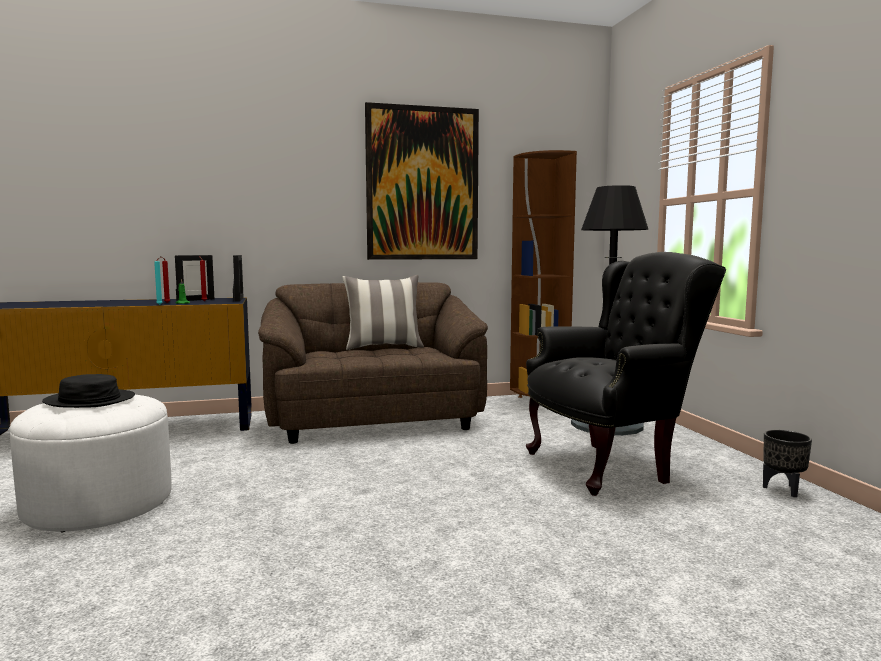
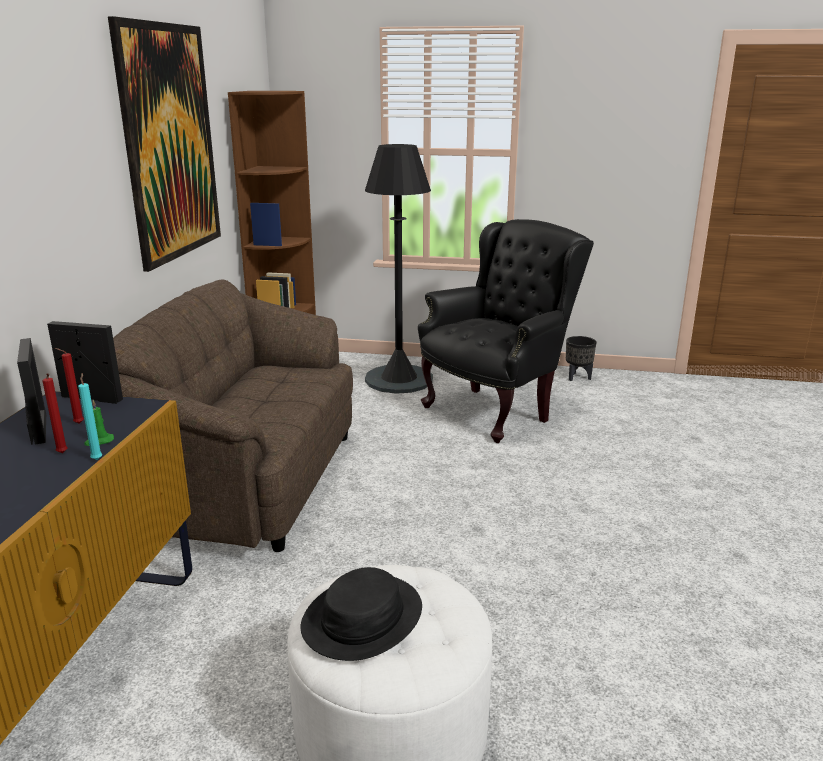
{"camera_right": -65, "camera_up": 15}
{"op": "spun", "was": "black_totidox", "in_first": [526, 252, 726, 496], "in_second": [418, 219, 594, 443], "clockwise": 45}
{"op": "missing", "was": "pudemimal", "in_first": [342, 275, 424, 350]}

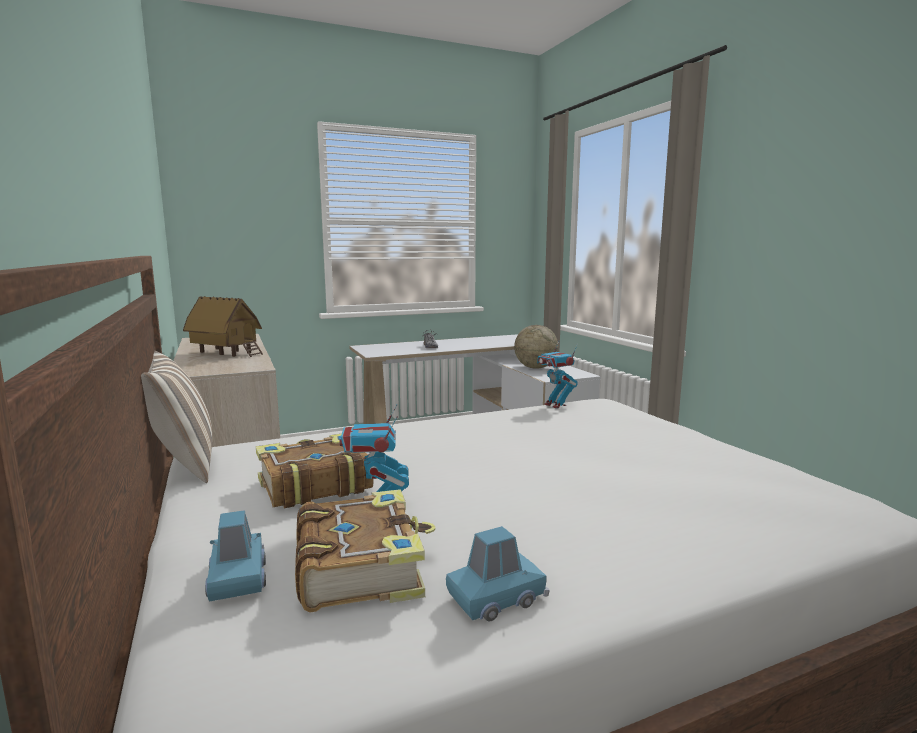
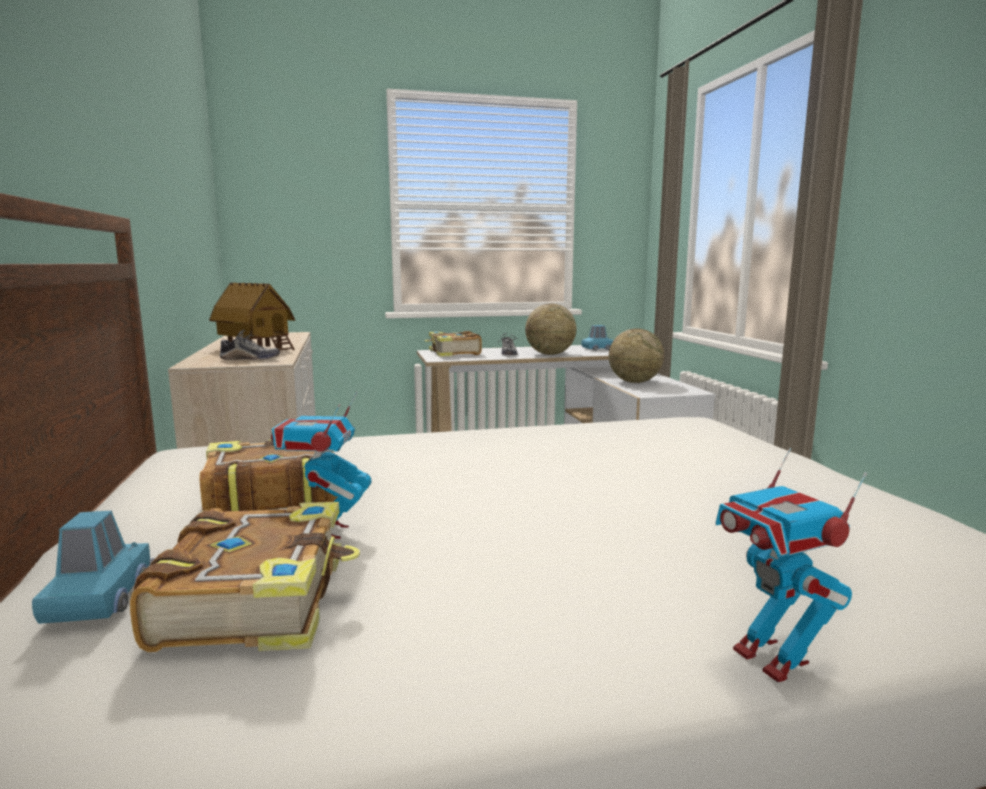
{"camera_right": 10, "camera_up": 0}
{"op": "appeared", "now": "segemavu", "in_second": [220, 329, 280, 360]}
{"op": "appeared", "now": "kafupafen", "in_second": [424, 330, 482, 357]}
{"op": "appeared", "now": "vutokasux", "in_second": [525, 303, 576, 355]}
{"op": "relocated", "was": "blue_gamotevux", "in_first": [446, 526, 550, 622], "in_second": [581, 325, 614, 351]}
{"op": "relocated", "was": "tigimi", "in_first": [537, 342, 578, 409], "in_second": [716, 448, 867, 682]}
{"op": "missing", "was": "pudemimal", "in_first": [141, 351, 212, 483]}

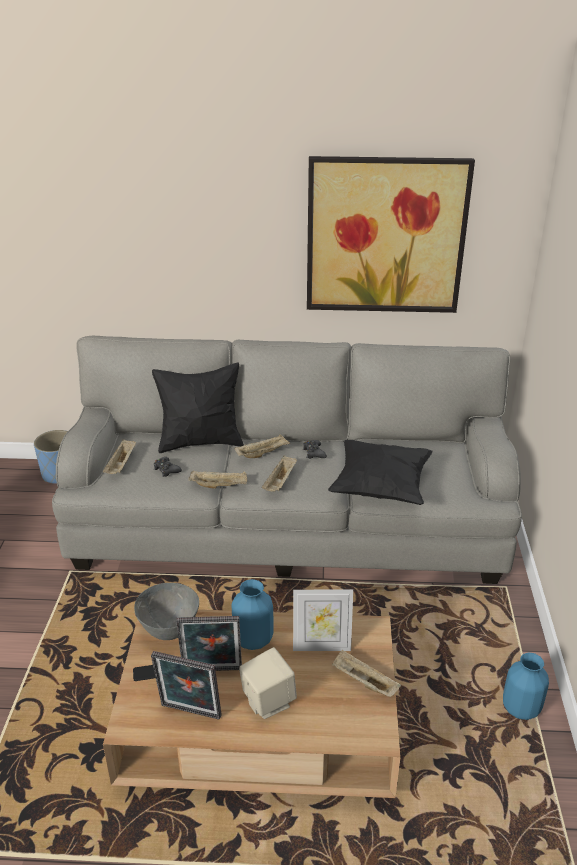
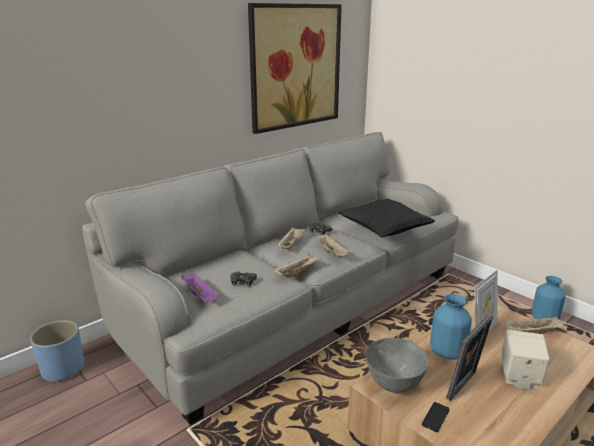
{"camera_right": -45, "camera_up": -10}
{"op": "colour", "was": "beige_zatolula", "now": "purple_zatolula", "in_first": [103, 439, 136, 474], "in_second": [181, 273, 219, 302]}
{"op": "missing", "was": "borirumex", "in_first": [151, 651, 222, 720]}
{"op": "missing", "was": "black_pudemimal", "in_first": [152, 363, 244, 453]}

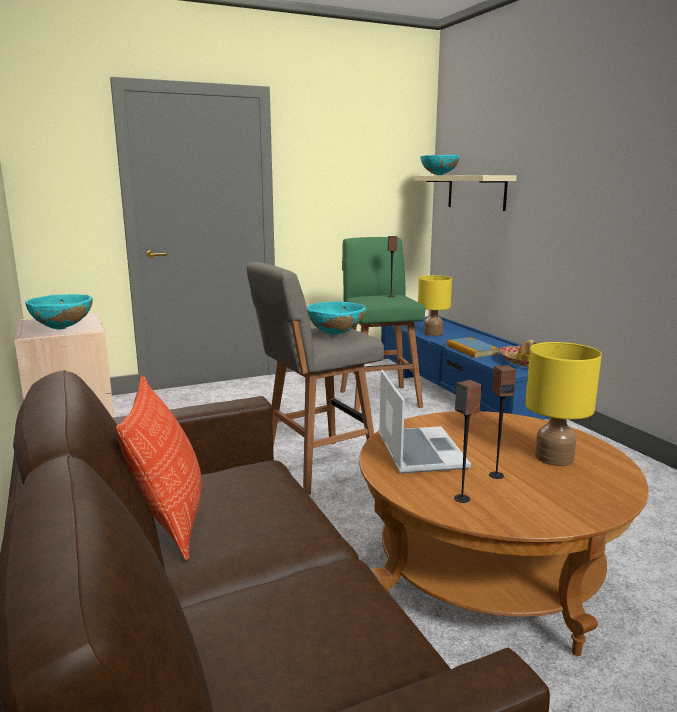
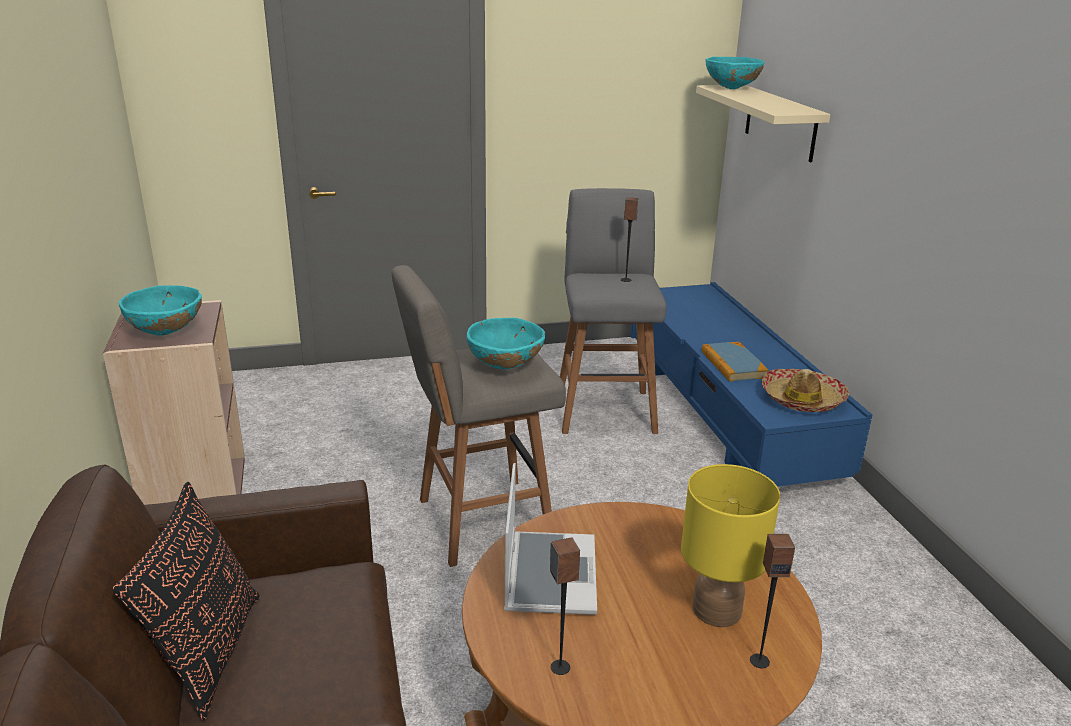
{"camera_right": 10, "camera_up": 10}
{"op": "colour", "was": "orange_pudemimal", "now": "black_pudemimal", "in_first": [116, 376, 202, 561], "in_second": [113, 482, 260, 720]}
{"op": "colour", "was": "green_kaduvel", "now": "grey_kaduvel", "in_first": [340, 237, 425, 412], "in_second": [560, 188, 667, 434]}
{"op": "relocated", "was": "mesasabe", "in_first": [489, 365, 516, 479], "in_second": [750, 534, 795, 668]}
{"op": "missing", "was": "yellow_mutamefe", "in_first": [418, 275, 452, 336]}

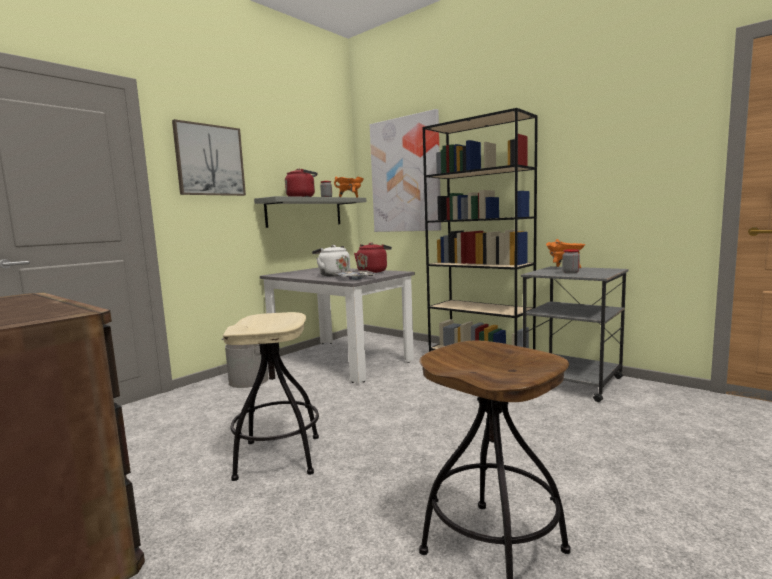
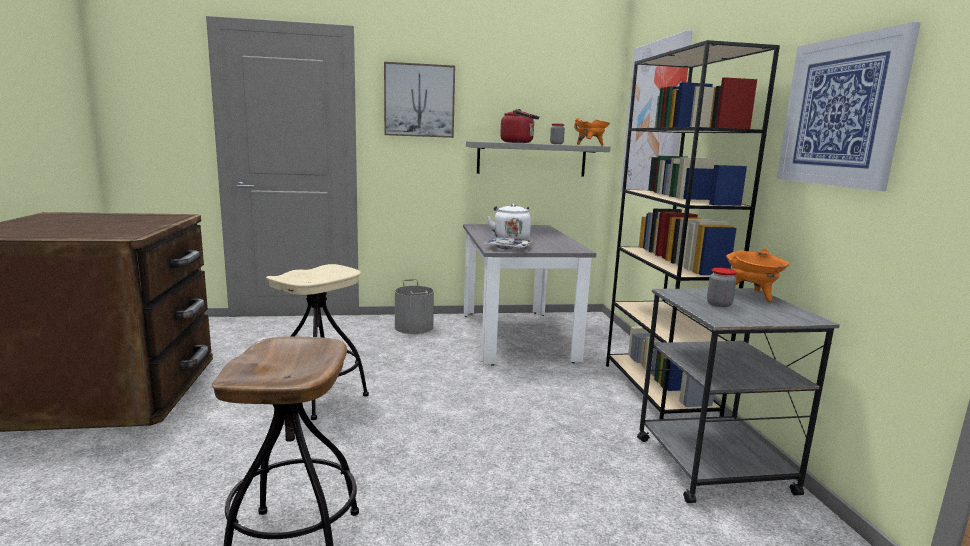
{"camera_right": 40, "camera_up": 5}
{"op": "appeared", "now": "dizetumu", "in_second": [777, 22, 921, 191]}
{"op": "missing", "was": "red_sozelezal", "in_first": [354, 242, 392, 273]}

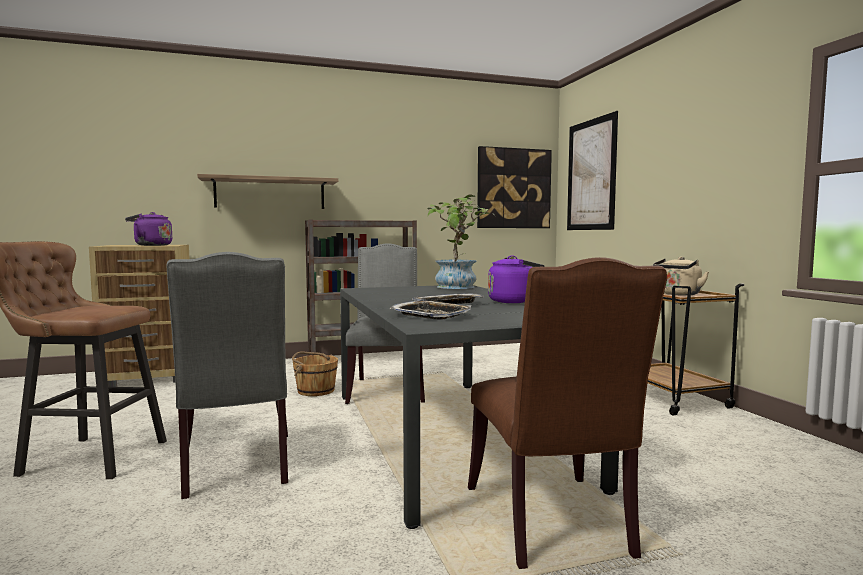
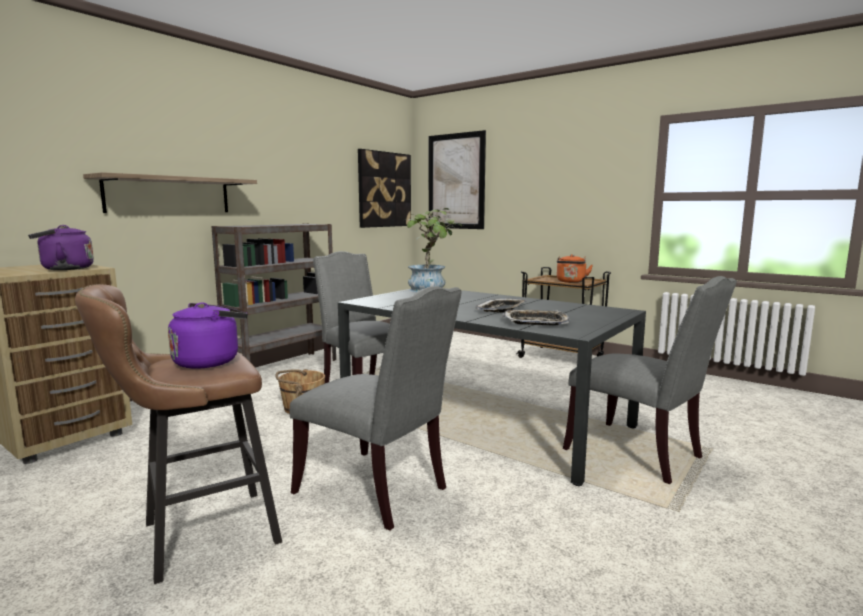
{"camera_right": -35, "camera_up": 5}
{"op": "relocated", "was": "purple_sozelezal", "in_first": [488, 255, 545, 303], "in_second": [168, 303, 248, 369]}
{"op": "colour", "was": "beige_sozelezal", "now": "orange_sozelezal", "in_first": [653, 257, 709, 296], "in_second": [557, 254, 593, 283]}
{"op": "colour", "was": "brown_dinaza", "now": "grey_dinaza", "in_first": [468, 257, 667, 569], "in_second": [563, 276, 737, 484]}

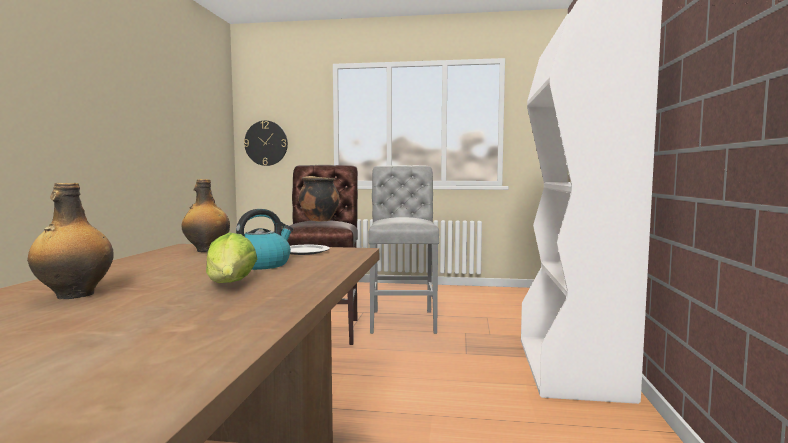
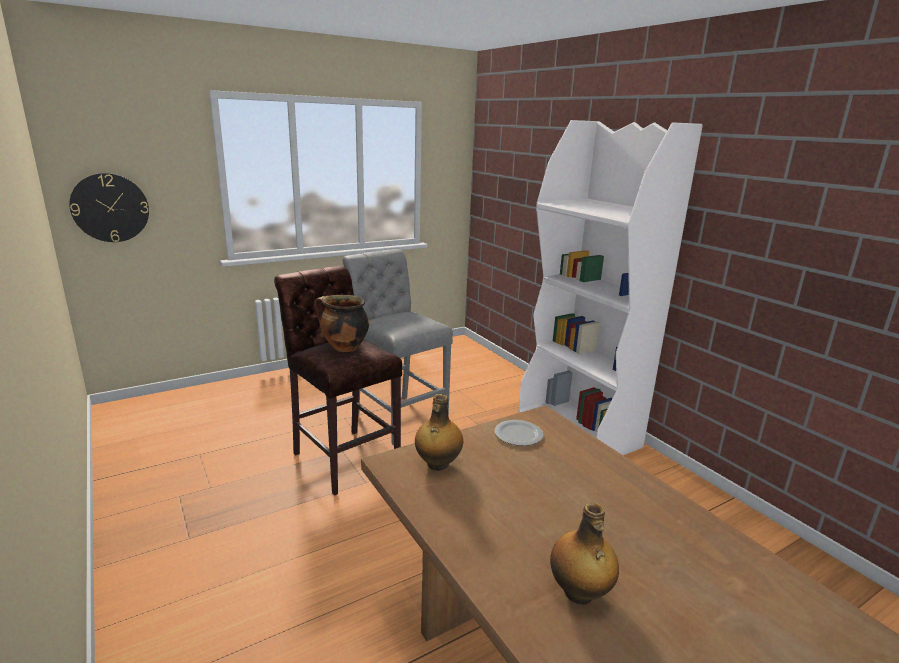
{"camera_right": -40, "camera_up": 15}
{"op": "missing", "was": "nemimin", "in_first": [206, 233, 257, 283]}
{"op": "missing", "was": "sozelezal", "in_first": [236, 209, 293, 270]}

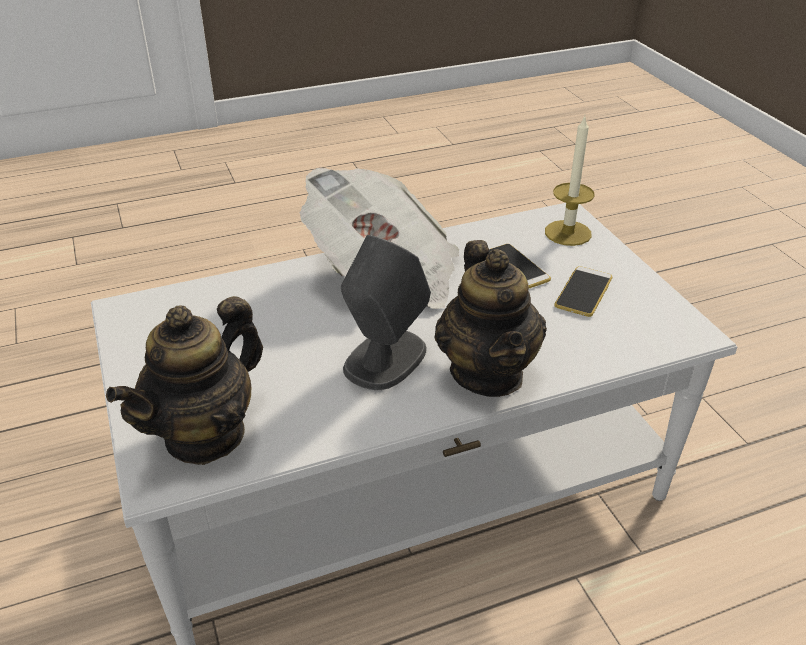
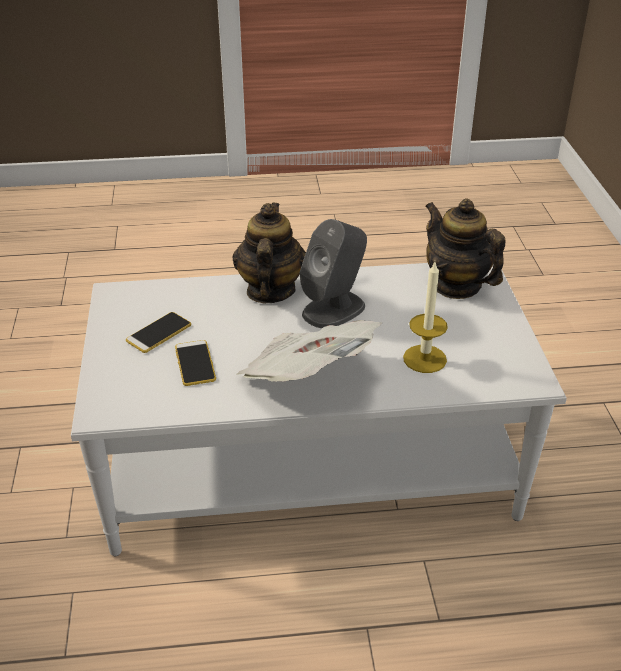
{"camera_right": -165, "camera_up": 0}
{"op": "relocated", "was": "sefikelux", "in_first": [545, 116, 595, 246], "in_second": [403, 262, 448, 373]}
{"op": "spun", "was": "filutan", "in_first": [106, 296, 263, 465], "in_second": [425, 198, 505, 299], "clockwise": -90}

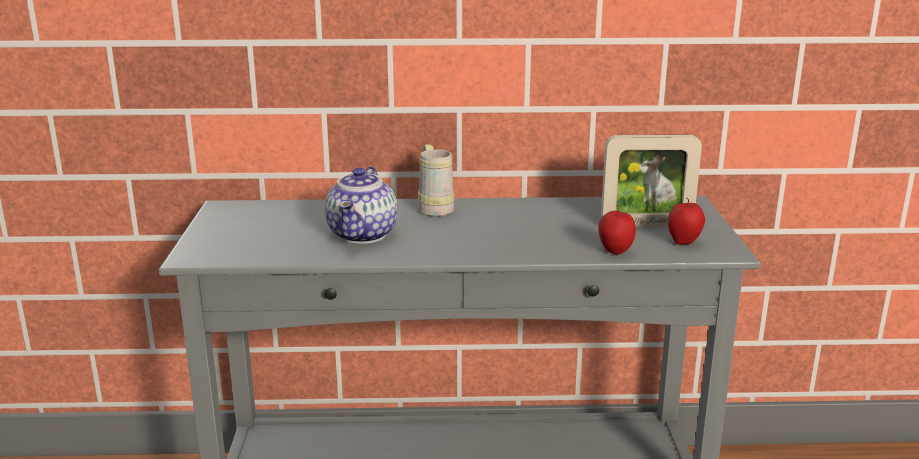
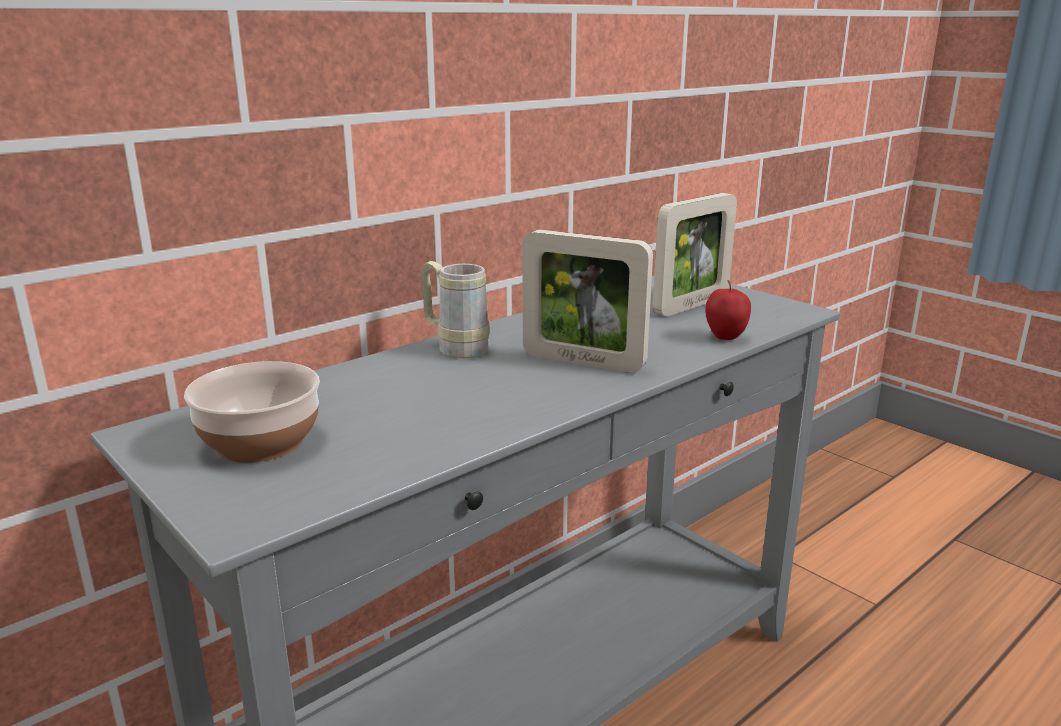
{"camera_right": -40, "camera_up": 0}
{"op": "appeared", "now": "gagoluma", "in_second": [184, 361, 320, 463]}
{"op": "appeared", "now": "borirumex", "in_second": [522, 230, 653, 373]}
{"op": "missing", "was": "filutan", "in_first": [325, 166, 398, 244]}
{"op": "missing", "was": "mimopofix", "in_first": [668, 198, 705, 245]}

